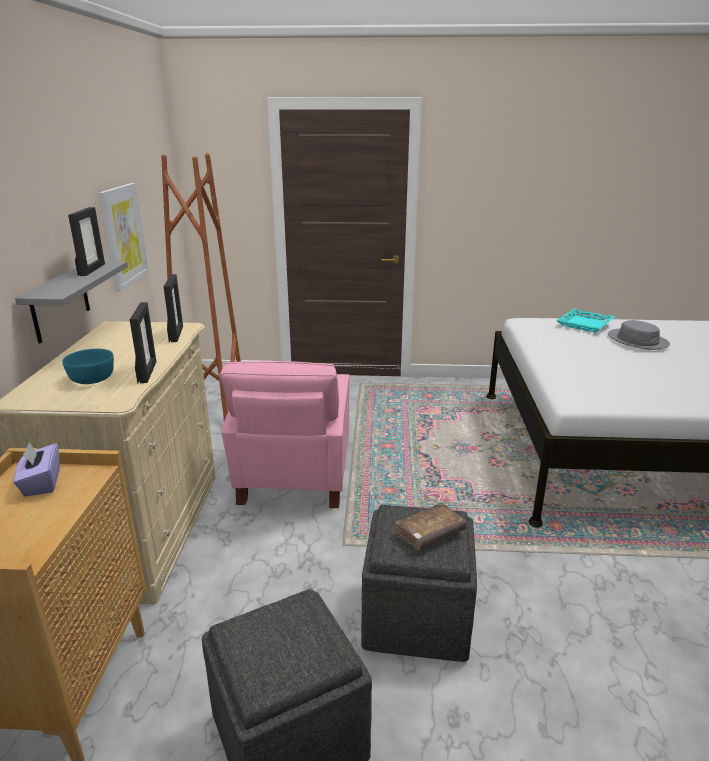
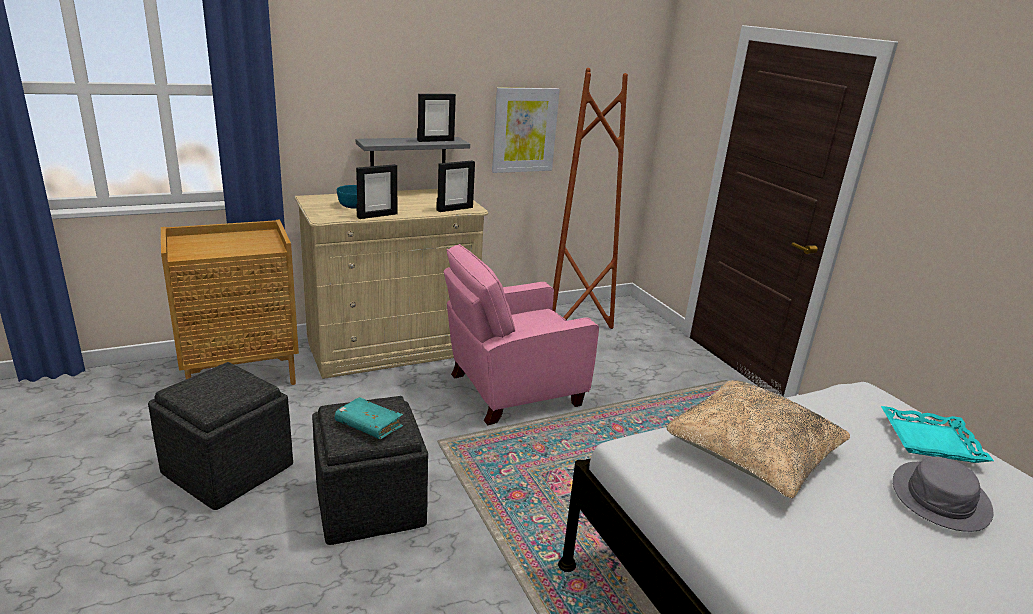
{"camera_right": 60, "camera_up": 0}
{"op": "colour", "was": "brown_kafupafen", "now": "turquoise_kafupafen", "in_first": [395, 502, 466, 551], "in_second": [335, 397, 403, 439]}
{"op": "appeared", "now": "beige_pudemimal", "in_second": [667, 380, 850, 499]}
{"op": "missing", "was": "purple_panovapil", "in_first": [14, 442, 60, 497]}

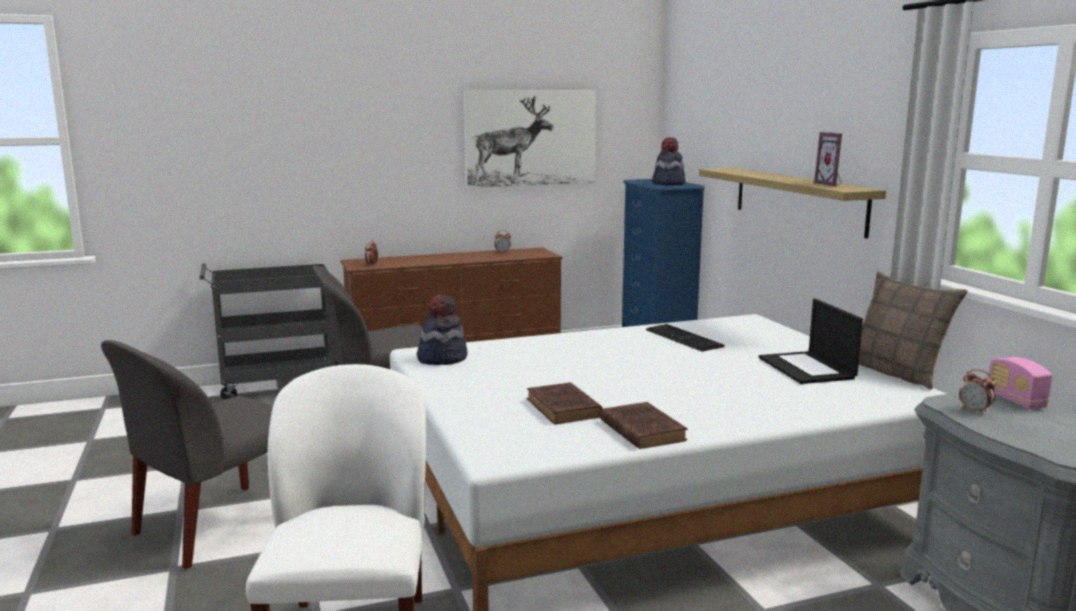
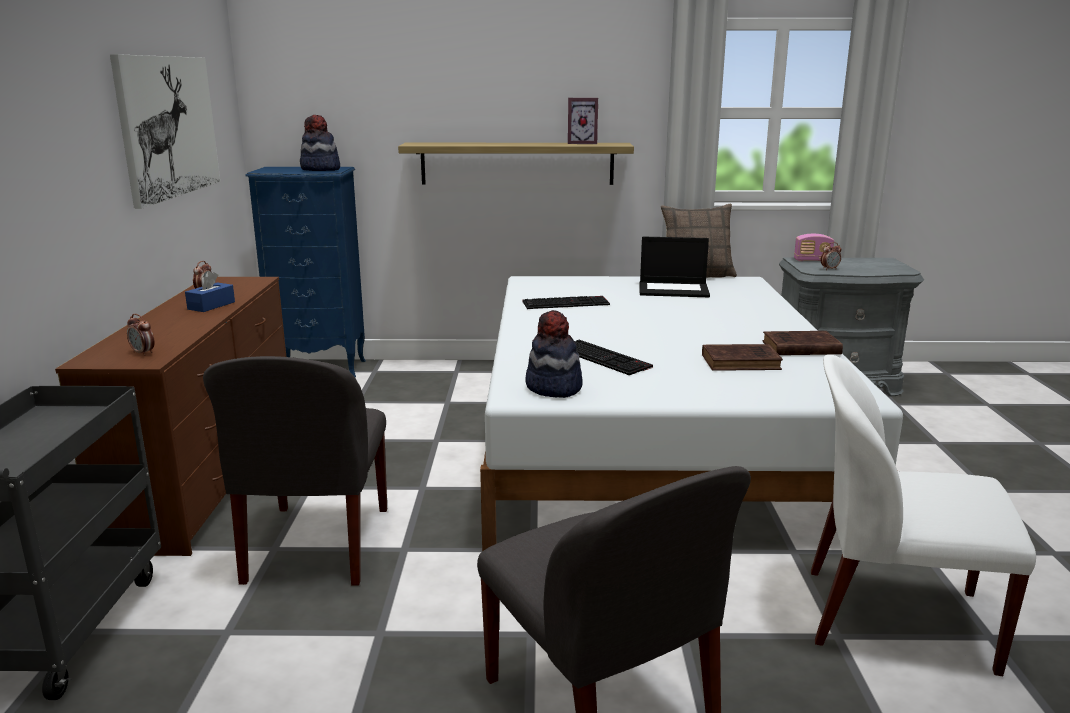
{"camera_right": -70, "camera_up": 5}
{"op": "appeared", "now": "blue_panovapil", "in_second": [185, 271, 235, 312]}
{"op": "appeared", "now": "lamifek", "in_second": [574, 340, 653, 375]}

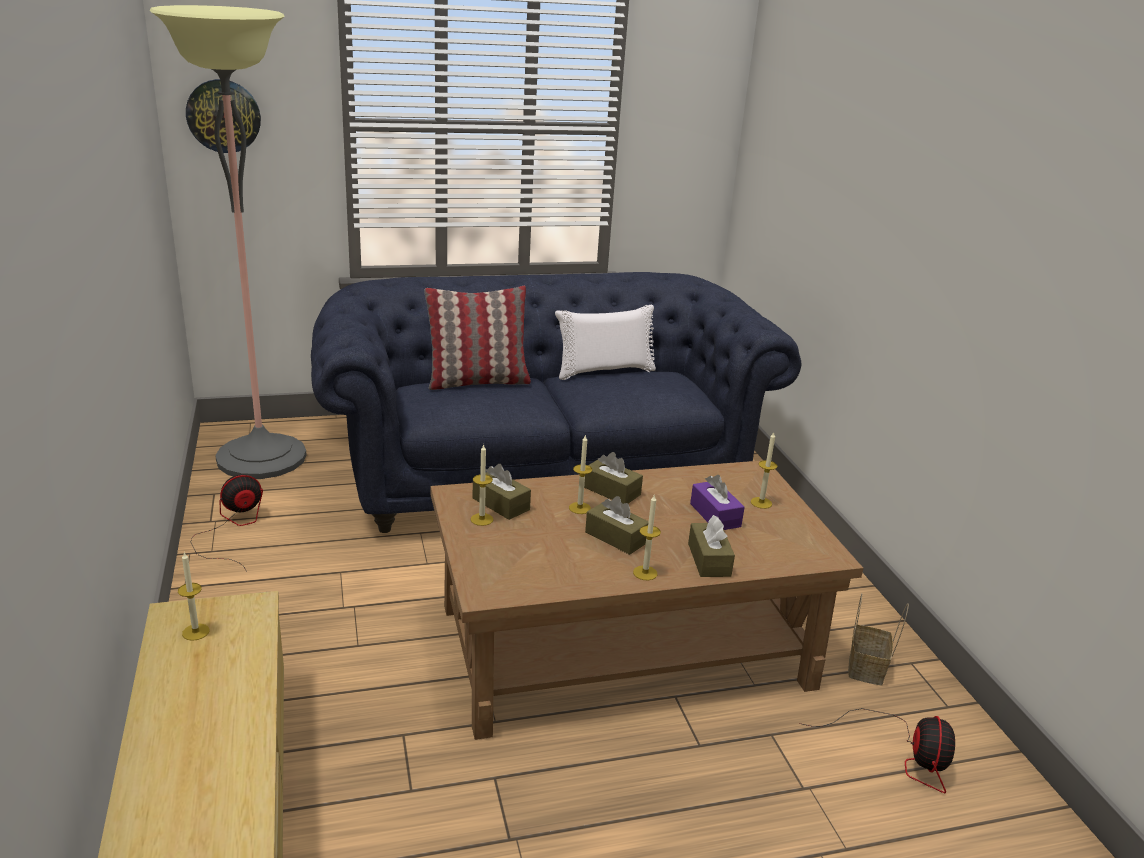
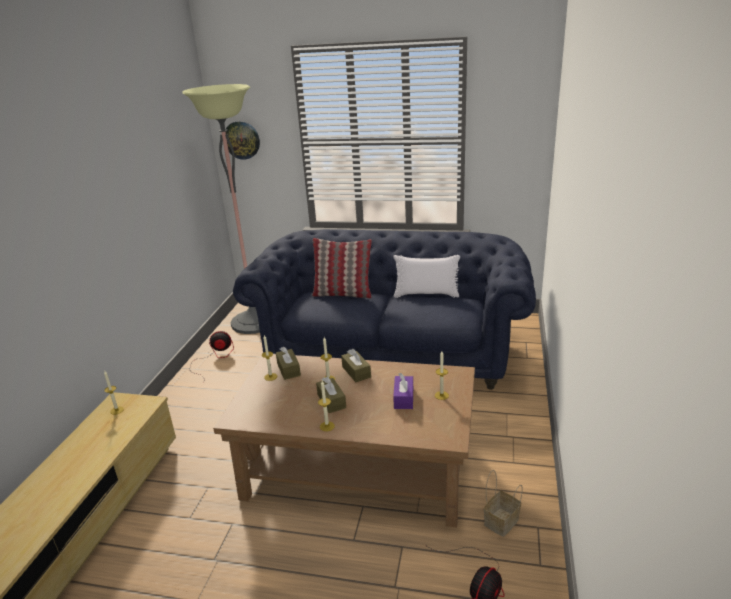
{"camera_right": 30, "camera_up": 0}
{"op": "missing", "was": "brown_panovapil", "in_first": [688, 515, 735, 577]}

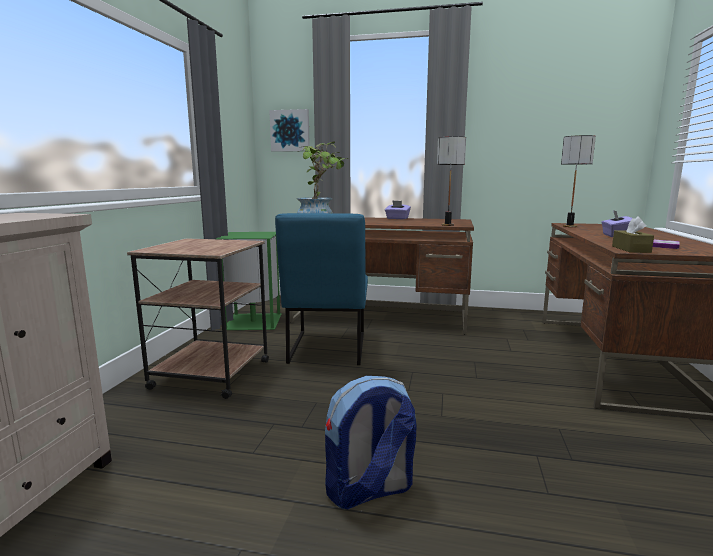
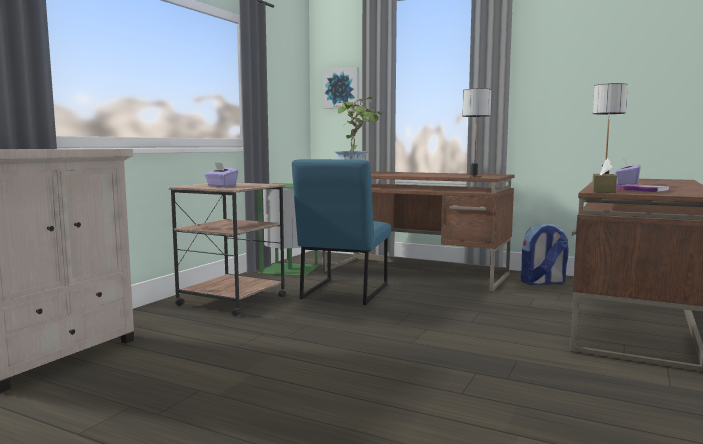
{"camera_right": 15, "camera_up": -5}
{"op": "relocated", "was": "purple_panovapil", "in_first": [385, 200, 411, 219], "in_second": [205, 162, 238, 187]}
{"op": "relocated", "was": "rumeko", "in_first": [325, 376, 417, 509], "in_second": [521, 223, 569, 285]}

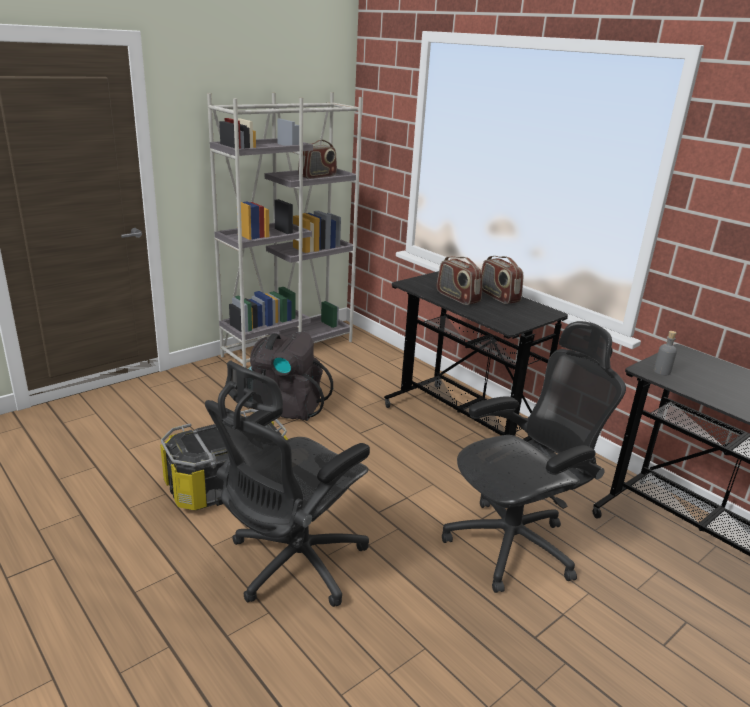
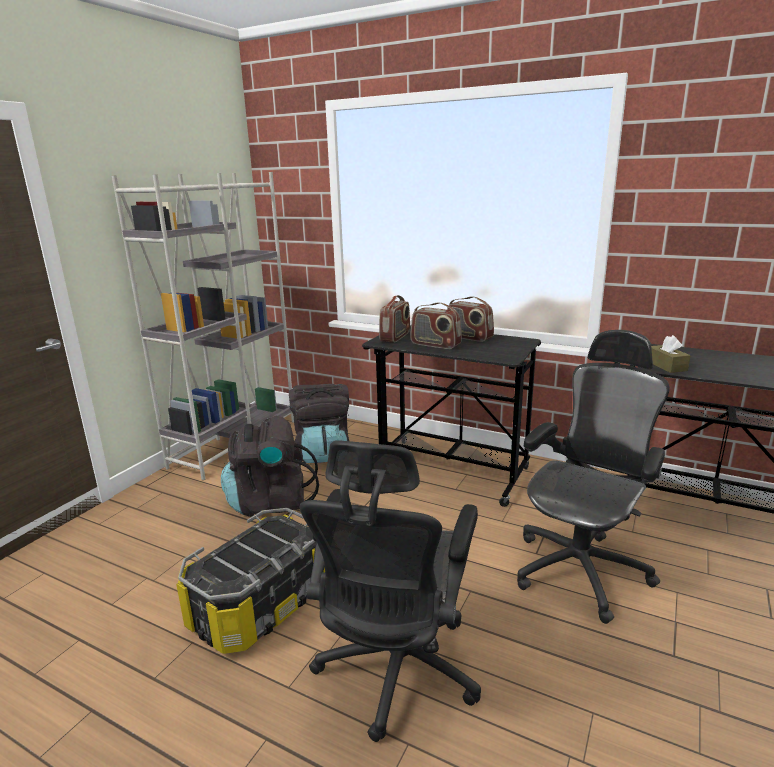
{"camera_right": -20, "camera_up": -5}
{"op": "appeared", "now": "black_rumeko", "in_second": [289, 384, 349, 463]}
{"op": "relocated", "was": "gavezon", "in_first": [298, 140, 337, 179], "in_second": [379, 295, 410, 343]}
{"op": "exchanged", "was": "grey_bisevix", "now": "brown_panovapil", "in_first": [654, 331, 677, 375], "in_second": [651, 335, 691, 373]}

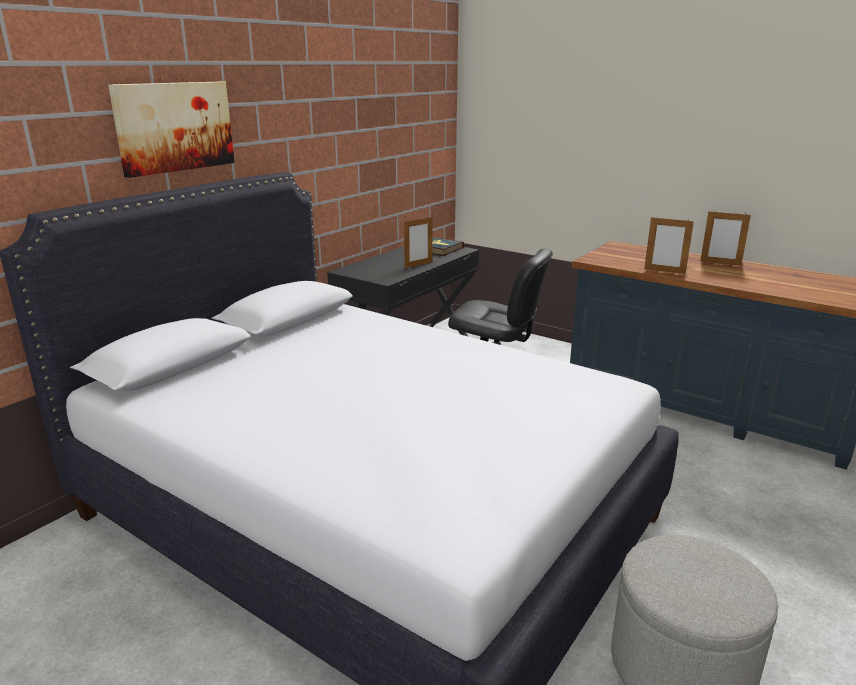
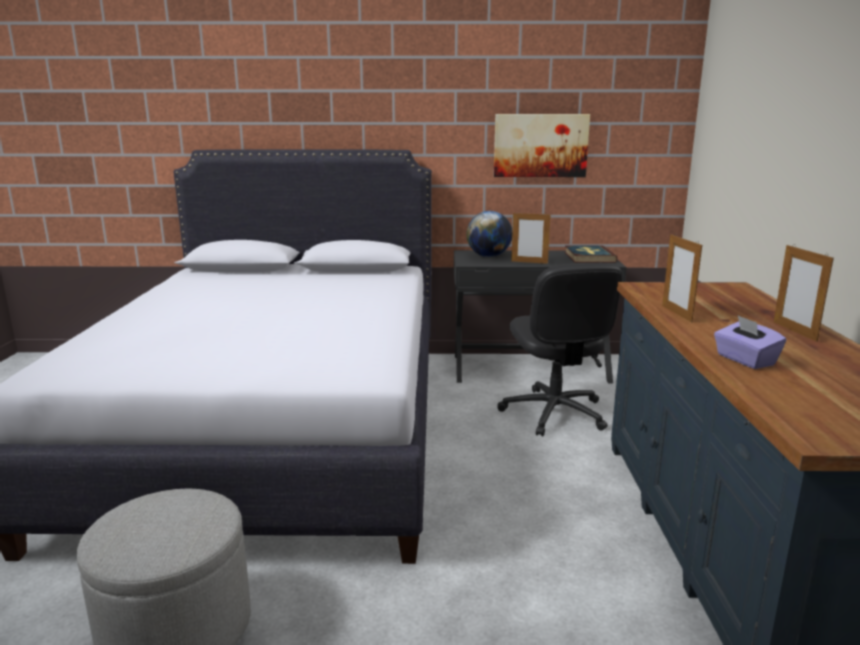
{"camera_right": 55, "camera_up": -5}
{"op": "appeared", "now": "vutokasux", "in_second": [466, 211, 512, 257]}
{"op": "relocated", "was": "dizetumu", "in_first": [108, 82, 235, 178], "in_second": [494, 114, 590, 177]}
{"op": "appeared", "now": "purple_panovapil", "in_second": [714, 315, 786, 369]}

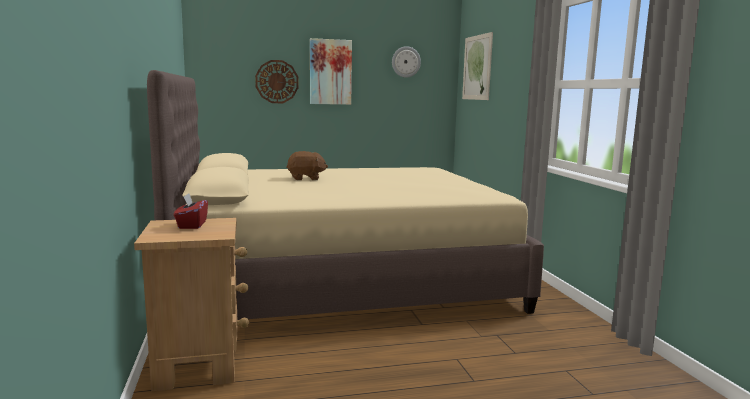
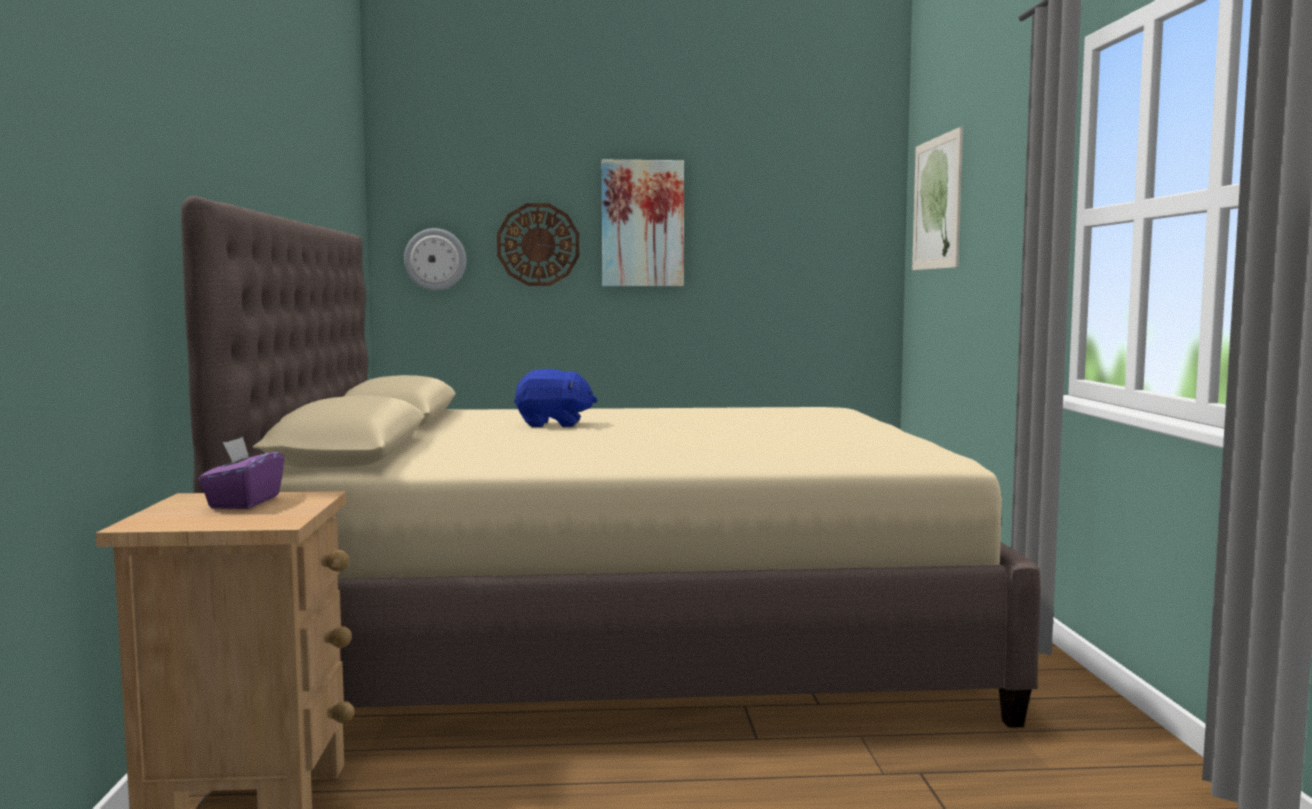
{"camera_right": 10, "camera_up": -5}
{"op": "colour", "was": "red_panovapil", "now": "purple_panovapil", "in_first": [174, 193, 208, 229], "in_second": [198, 437, 284, 509]}
{"op": "relocated", "was": "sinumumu", "in_first": [392, 46, 421, 78], "in_second": [404, 228, 466, 291]}
{"op": "colour", "was": "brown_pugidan", "now": "blue_pugidan", "in_first": [286, 151, 328, 180], "in_second": [514, 369, 597, 427]}

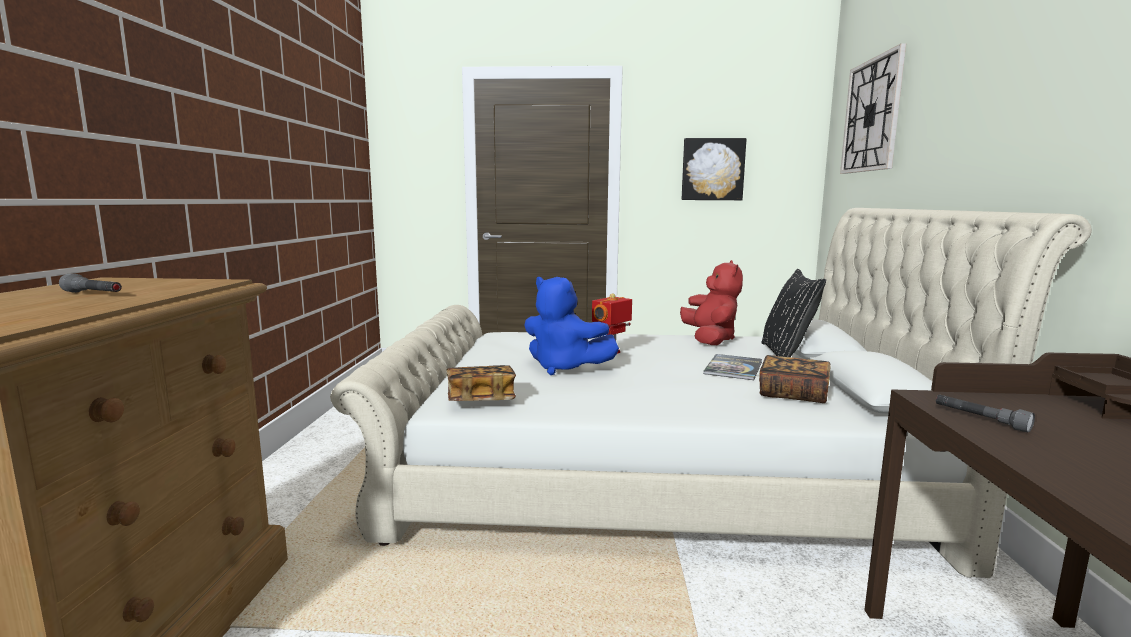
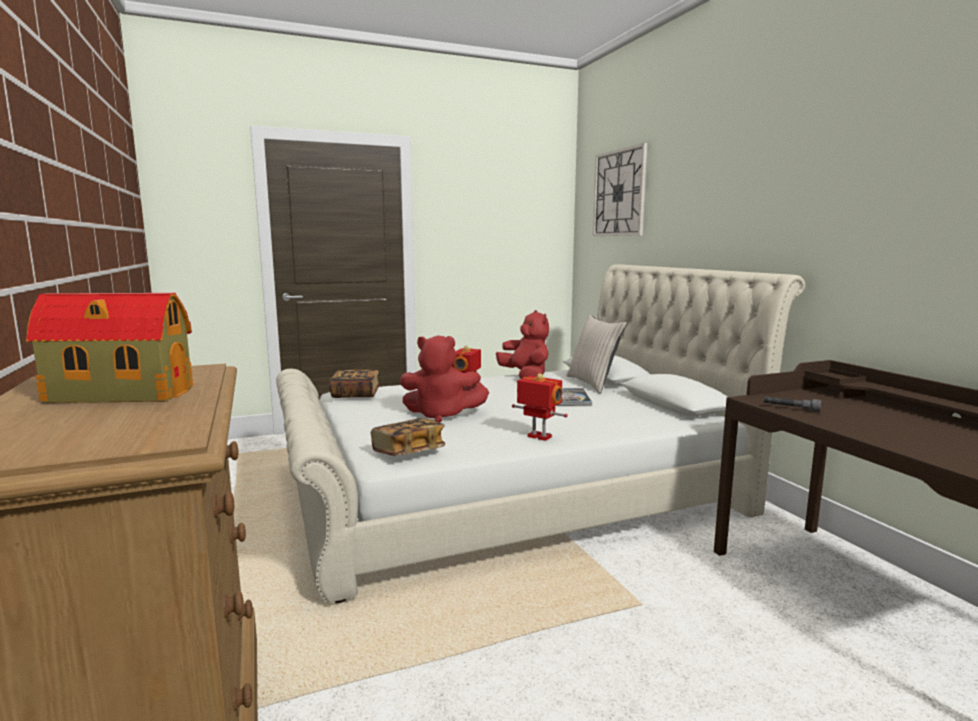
{"camera_right": -25, "camera_up": 0}
{"op": "exchanged", "was": "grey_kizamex", "now": "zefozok", "in_first": [59, 274, 122, 293], "in_second": [26, 293, 193, 403]}
{"op": "relocated", "was": "kafupafen", "in_first": [759, 355, 831, 403], "in_second": [329, 370, 380, 398]}
{"op": "colour", "was": "blue_pugidan", "now": "red_pugidan", "in_first": [524, 277, 619, 375], "in_second": [400, 335, 489, 423]}
{"op": "appeared", "now": "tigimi", "in_second": [512, 373, 568, 441]}
{"op": "colour", "was": "black_pudemimal", "now": "beige_pudemimal", "in_first": [761, 269, 826, 357], "in_second": [566, 314, 627, 394]}
{"op": "missing", "was": "dizetumu", "in_first": [682, 138, 746, 200]}

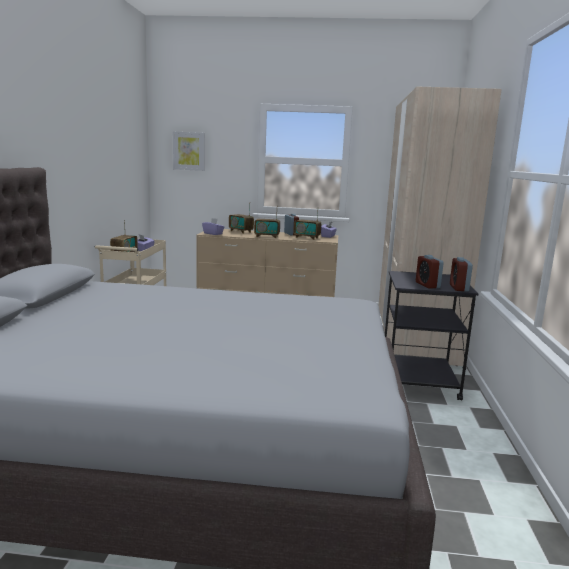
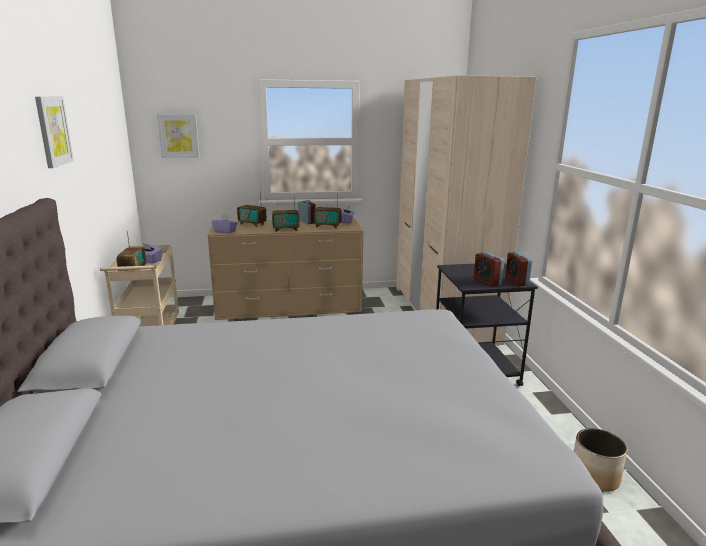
{"camera_right": -15, "camera_up": 5}
{"op": "appeared", "now": "dizetumu", "in_second": [35, 96, 74, 168]}
{"op": "appeared", "now": "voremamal", "in_second": [574, 428, 628, 492]}

